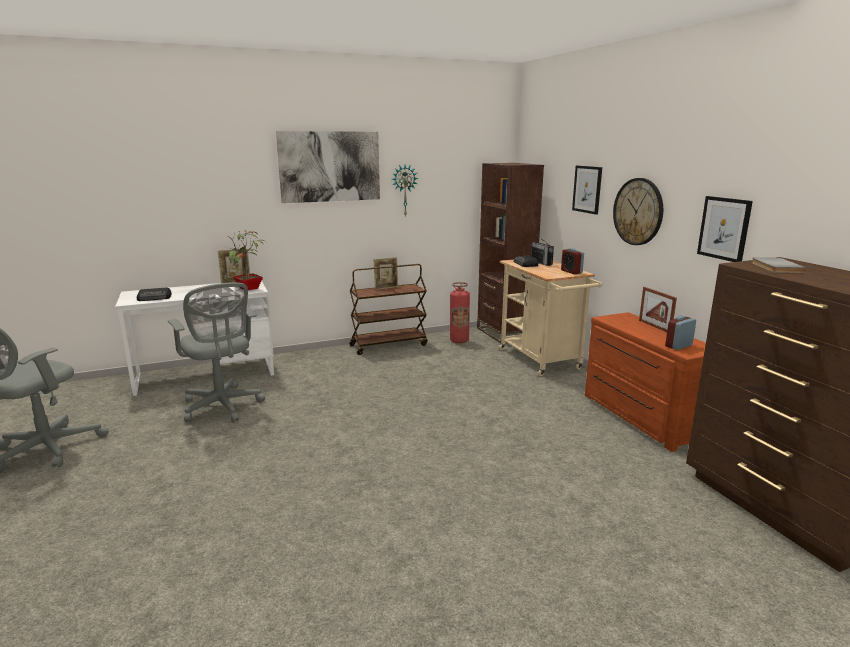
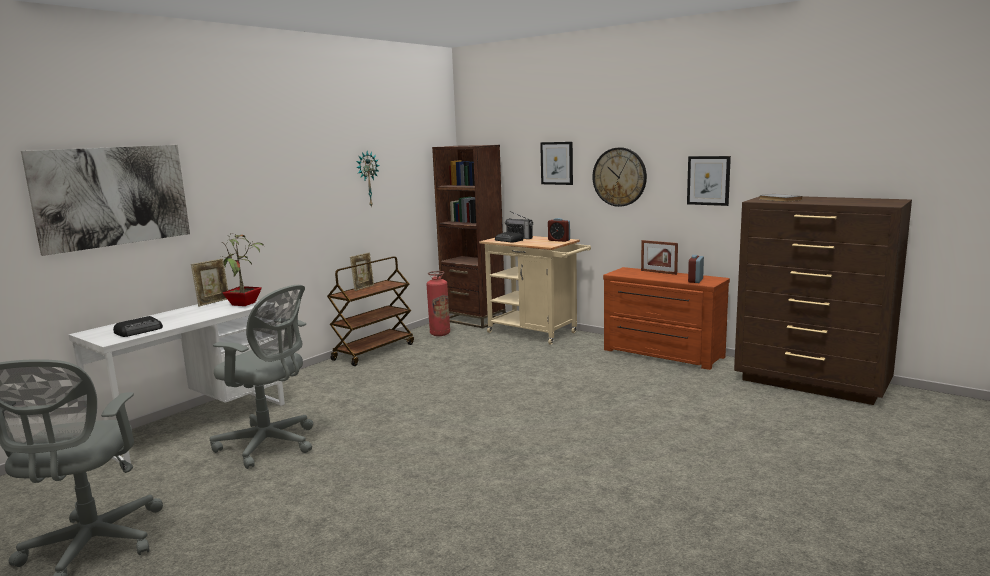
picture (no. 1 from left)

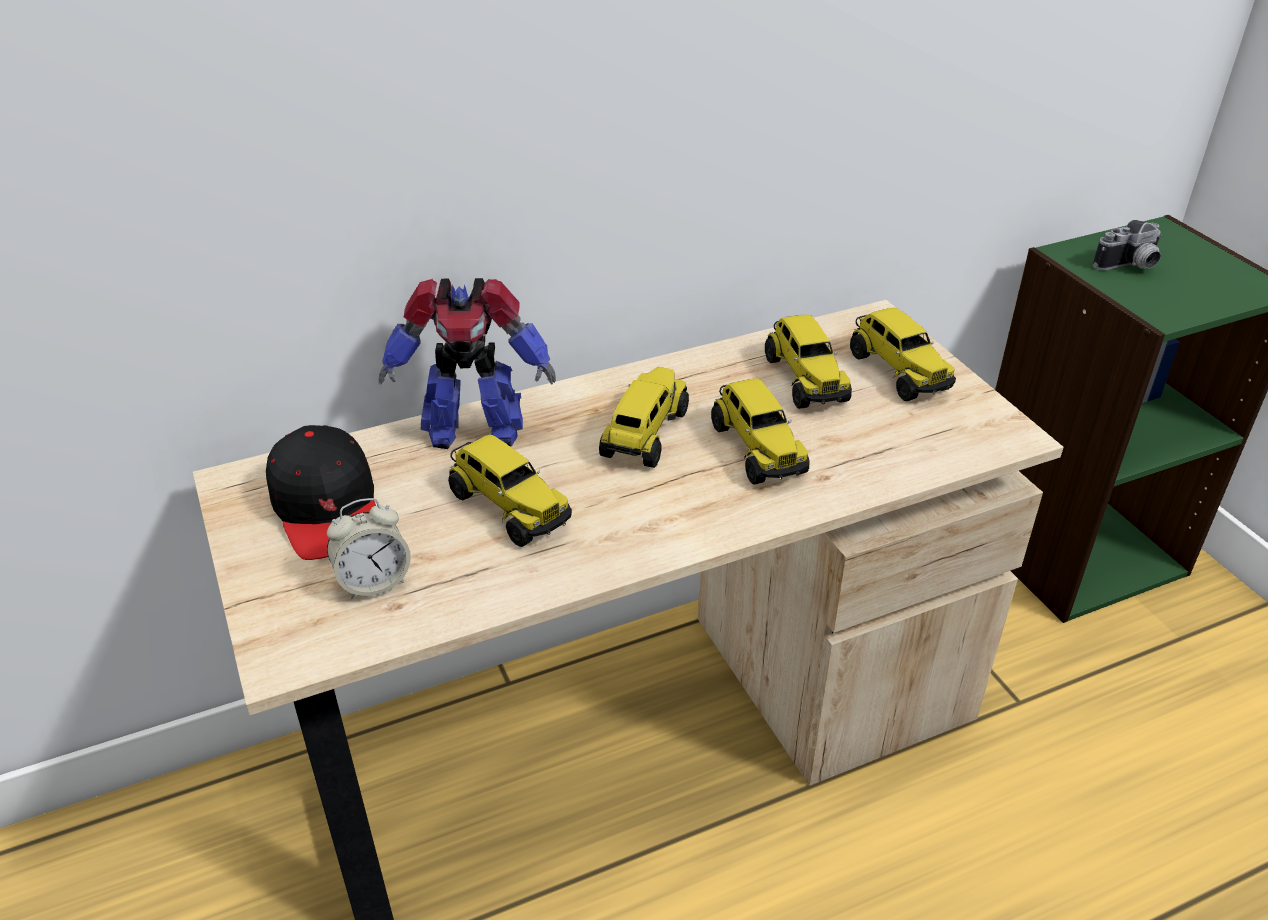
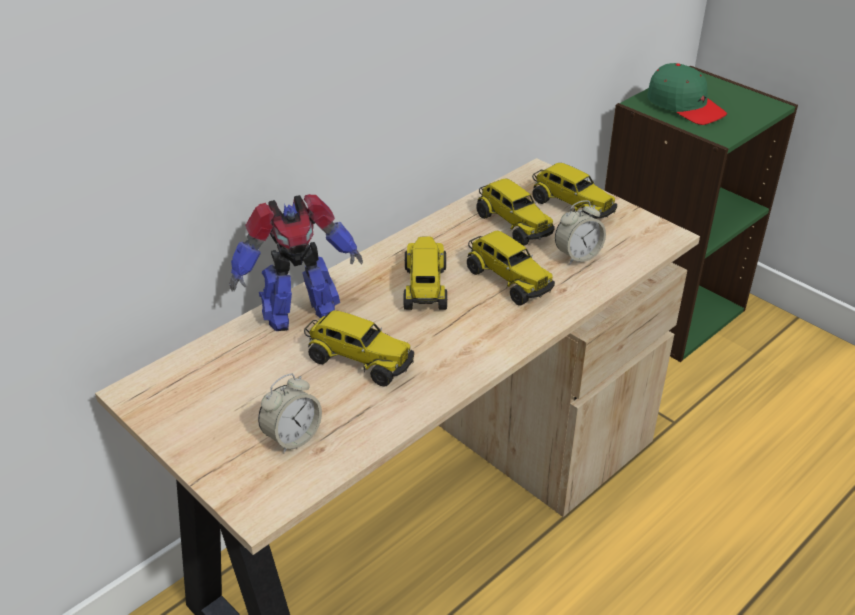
cap (black); cap (green); alarm clock (no. 2 from left)

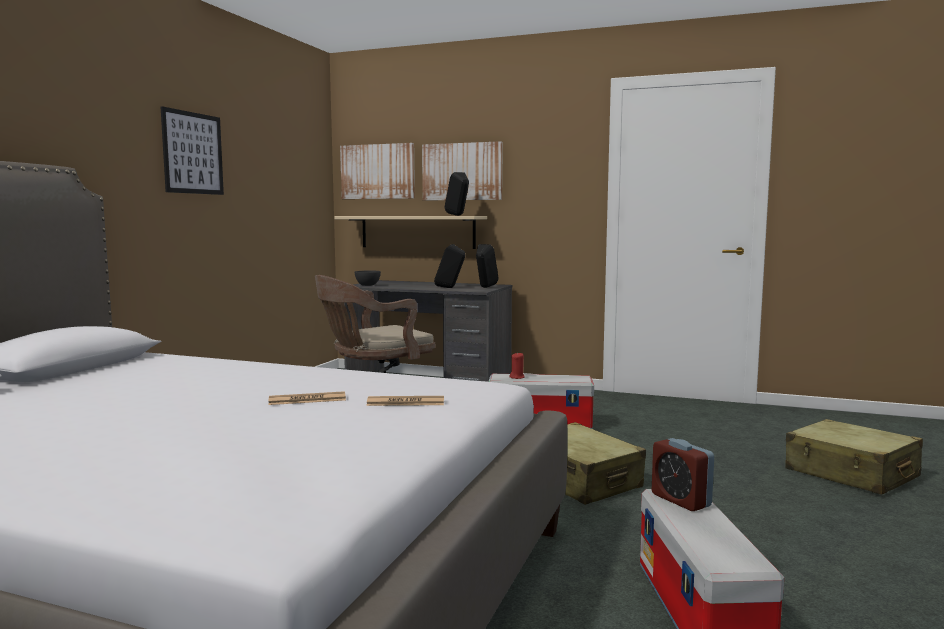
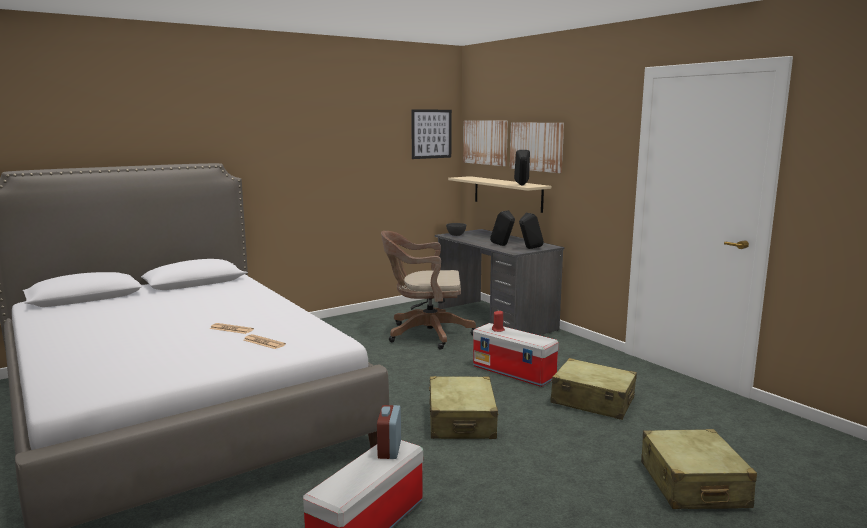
picture (no. 1 from left); suitcase (beige) (no. 2 from left)

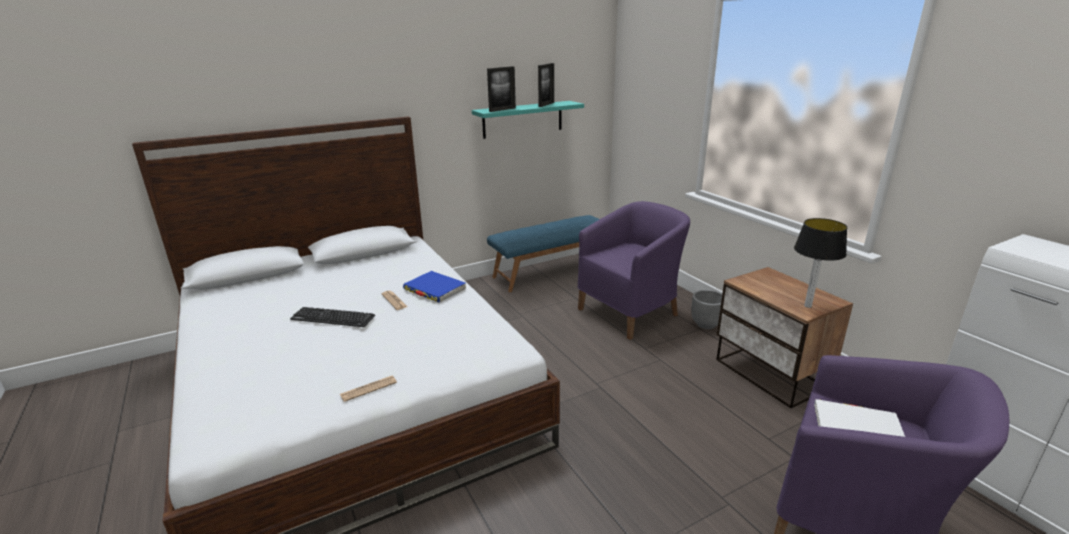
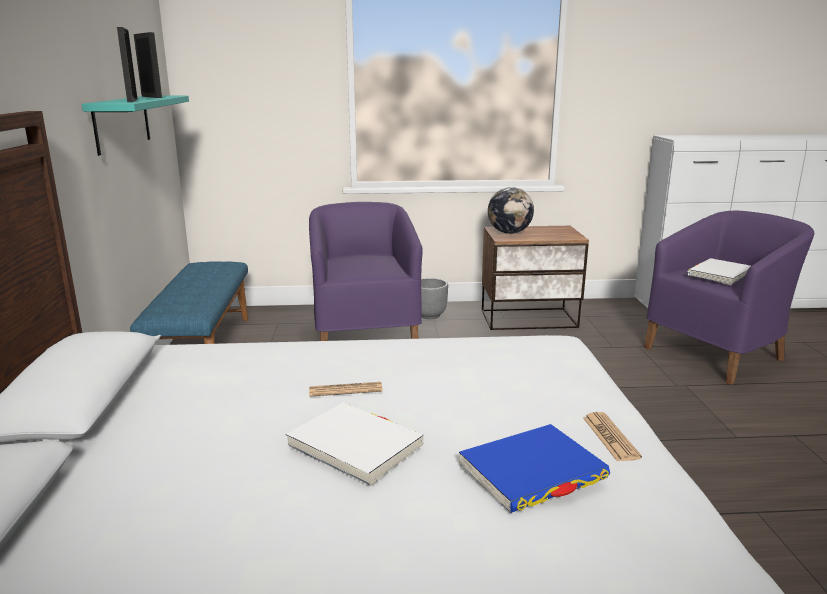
book (white) (no. 1 from left); book (blue); table lamp; globe

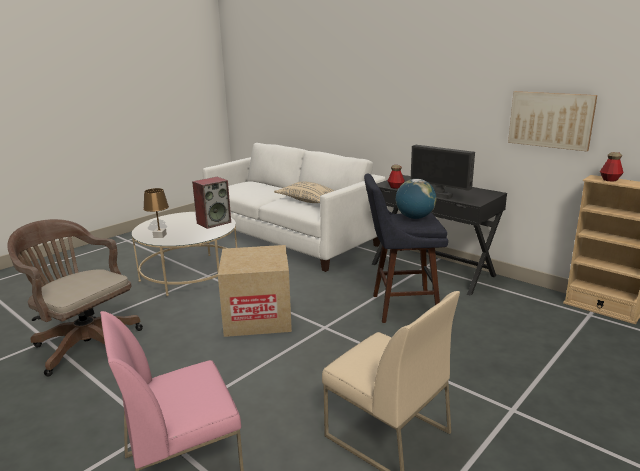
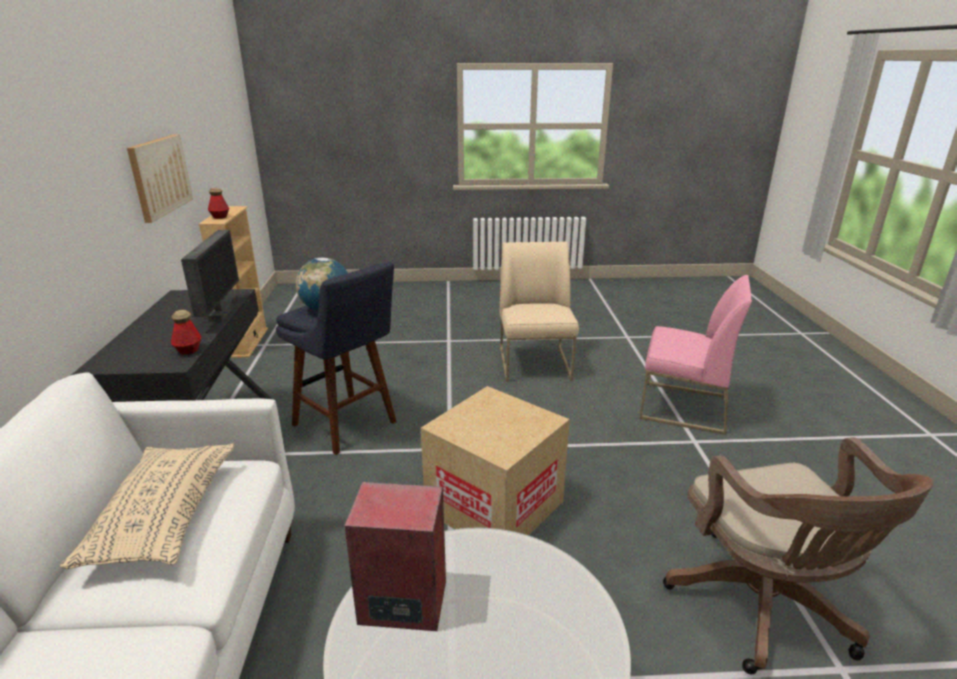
table lamp (brown)

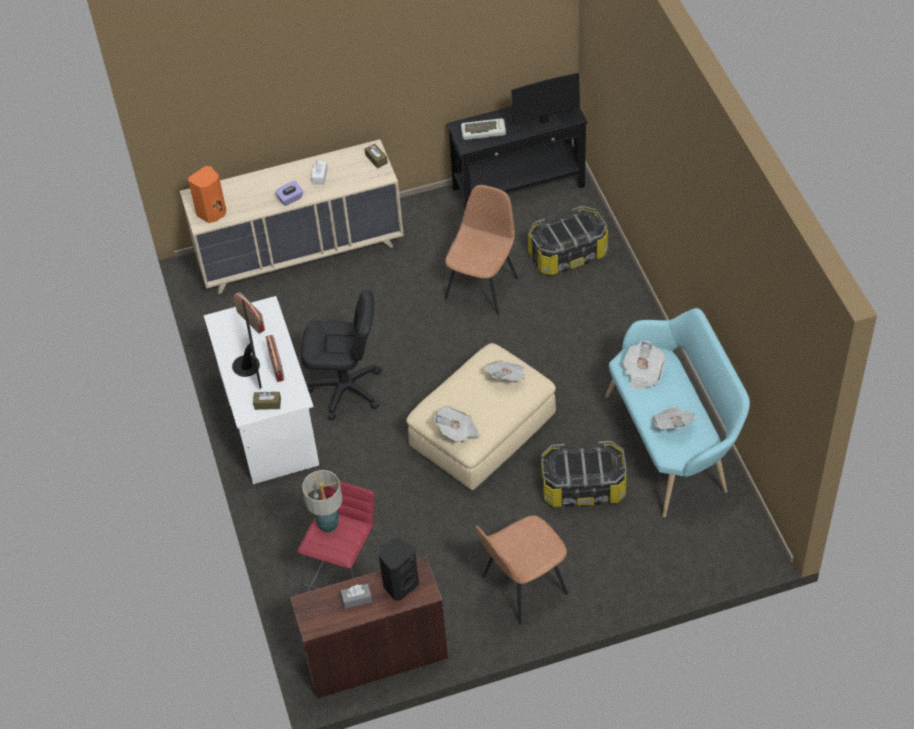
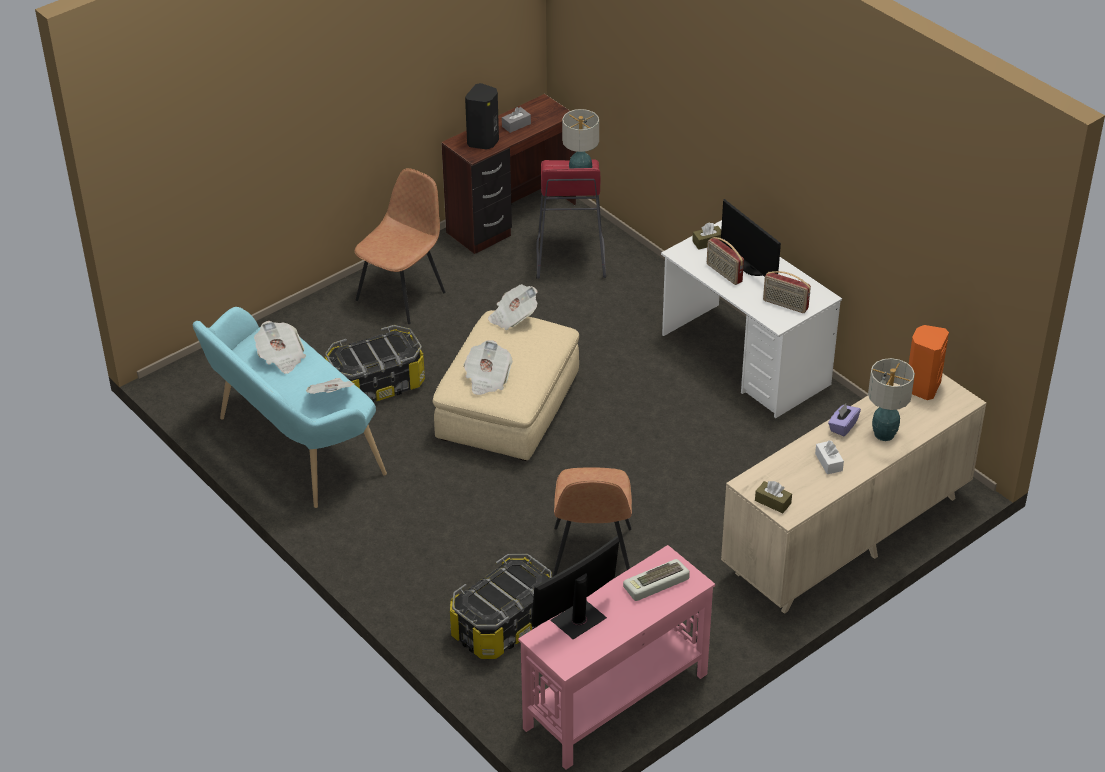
office chair (black); console table (pink); table lamp (no. 2 from left)

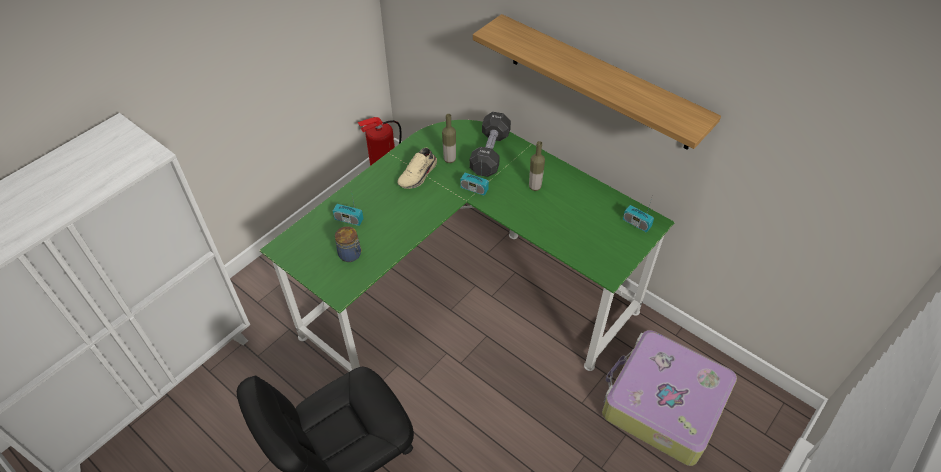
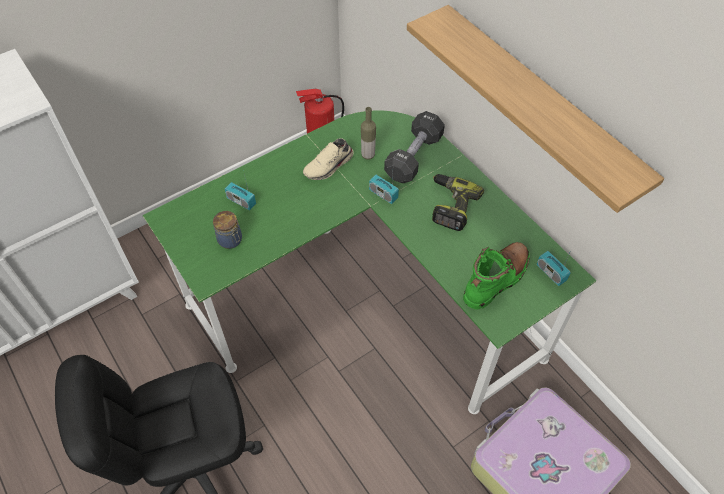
power drill; boot (green)

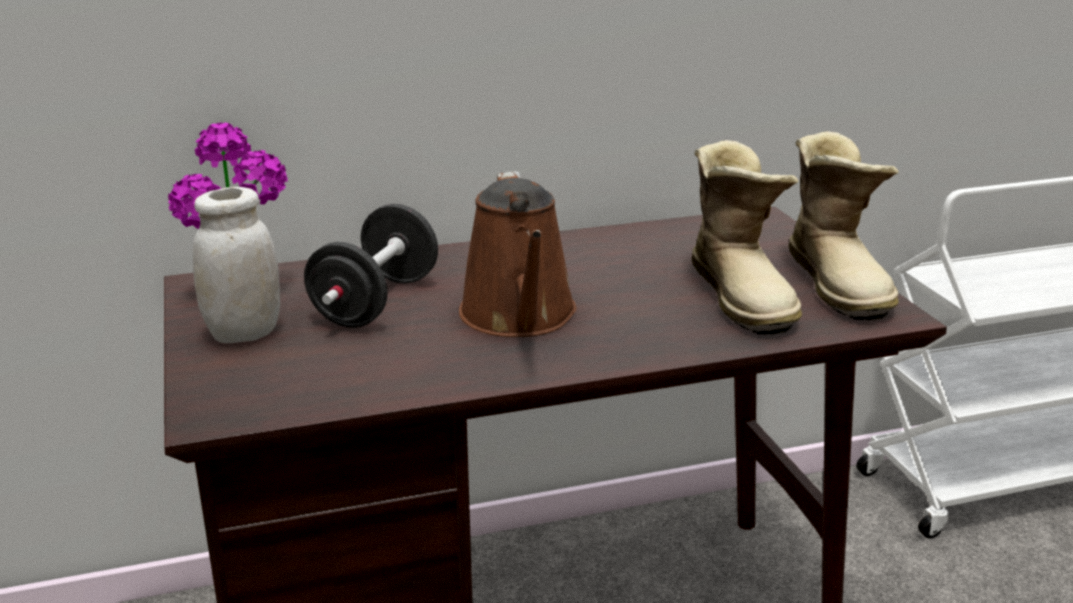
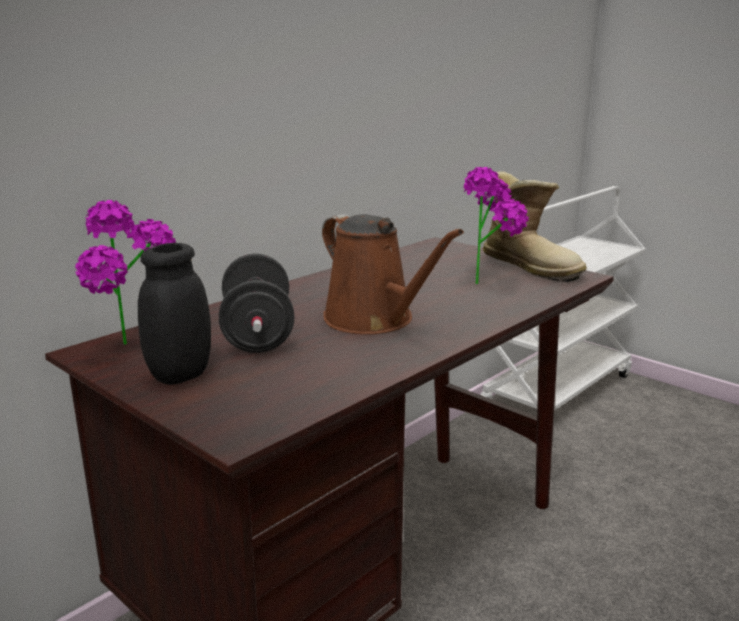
jar (black); potted plant (no. 2 from left)

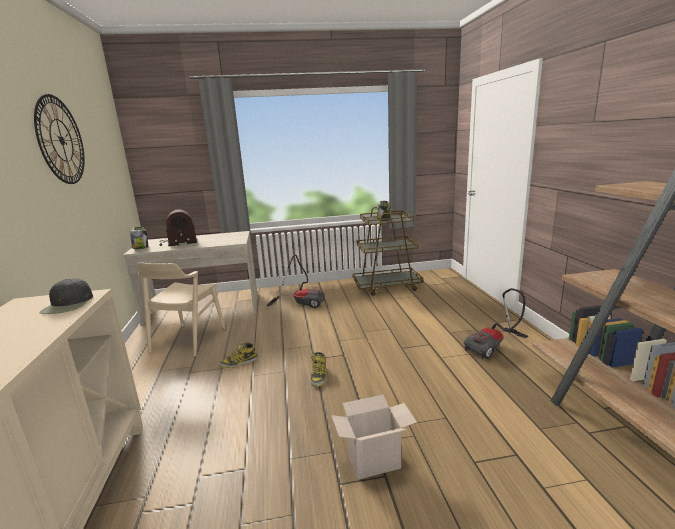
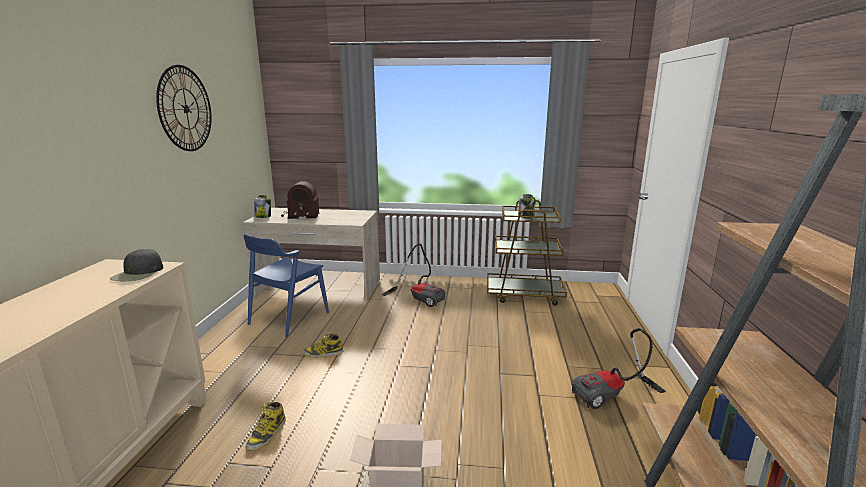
chair (blue); boot (no. 1 from left)

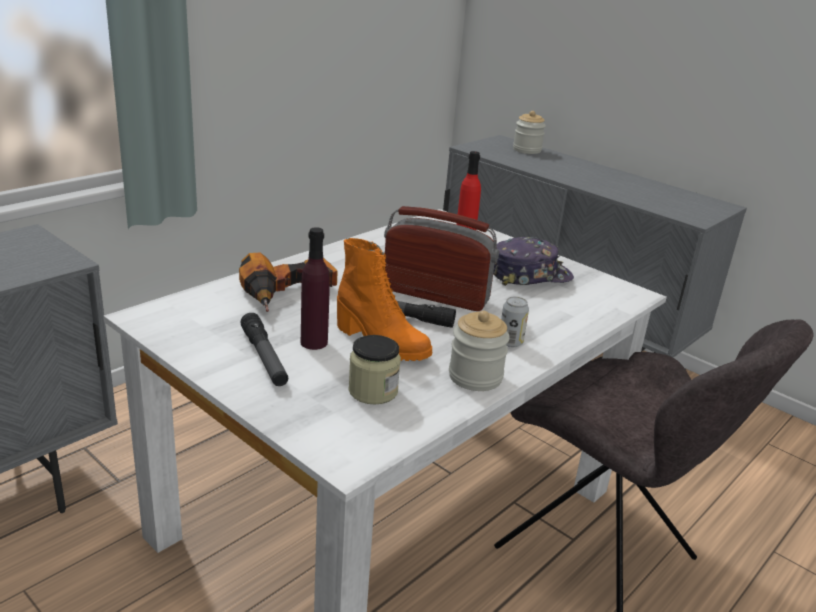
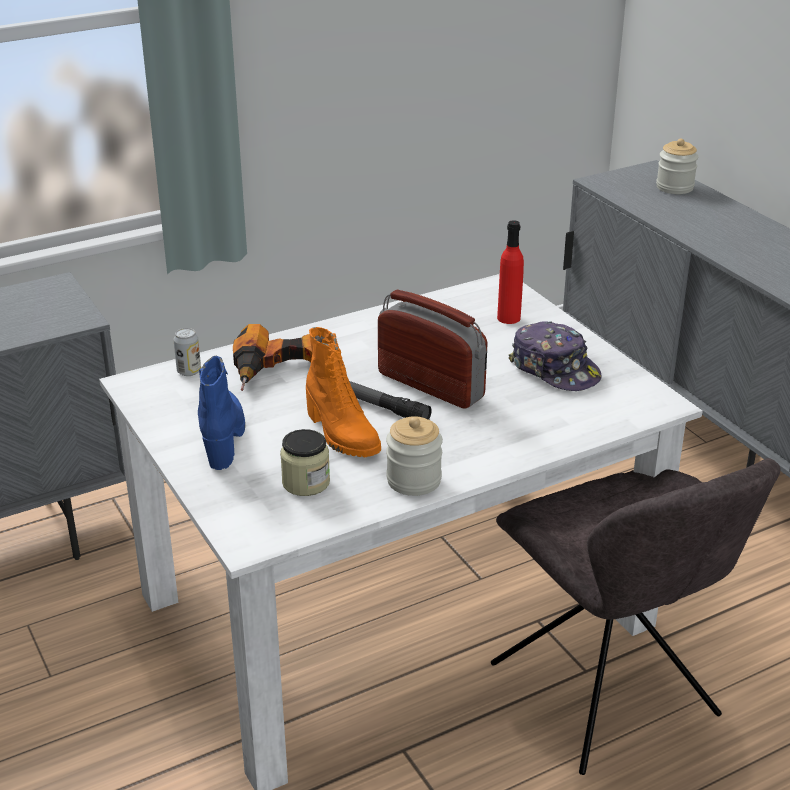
boot (blue); bottle (purple); cap; can

